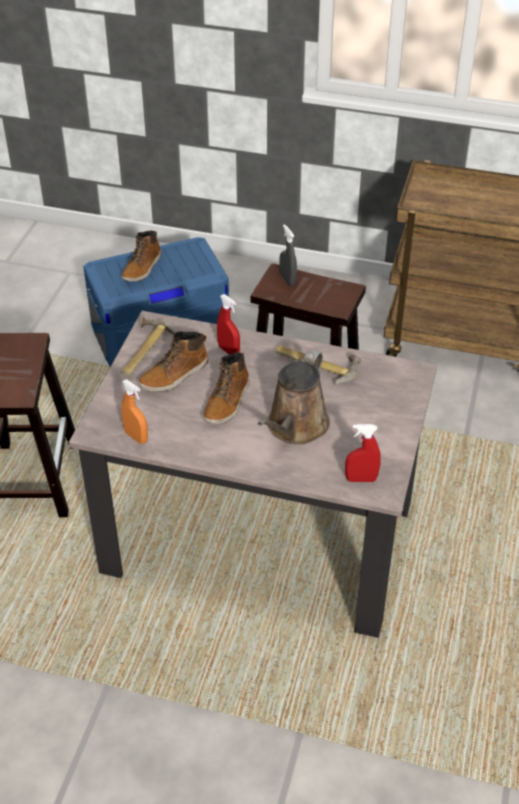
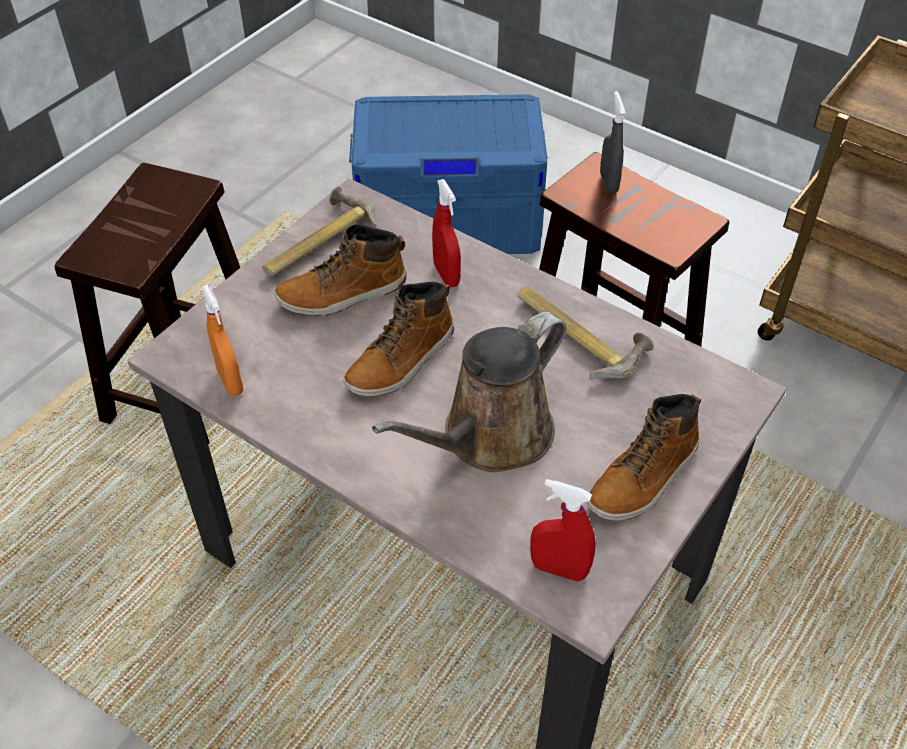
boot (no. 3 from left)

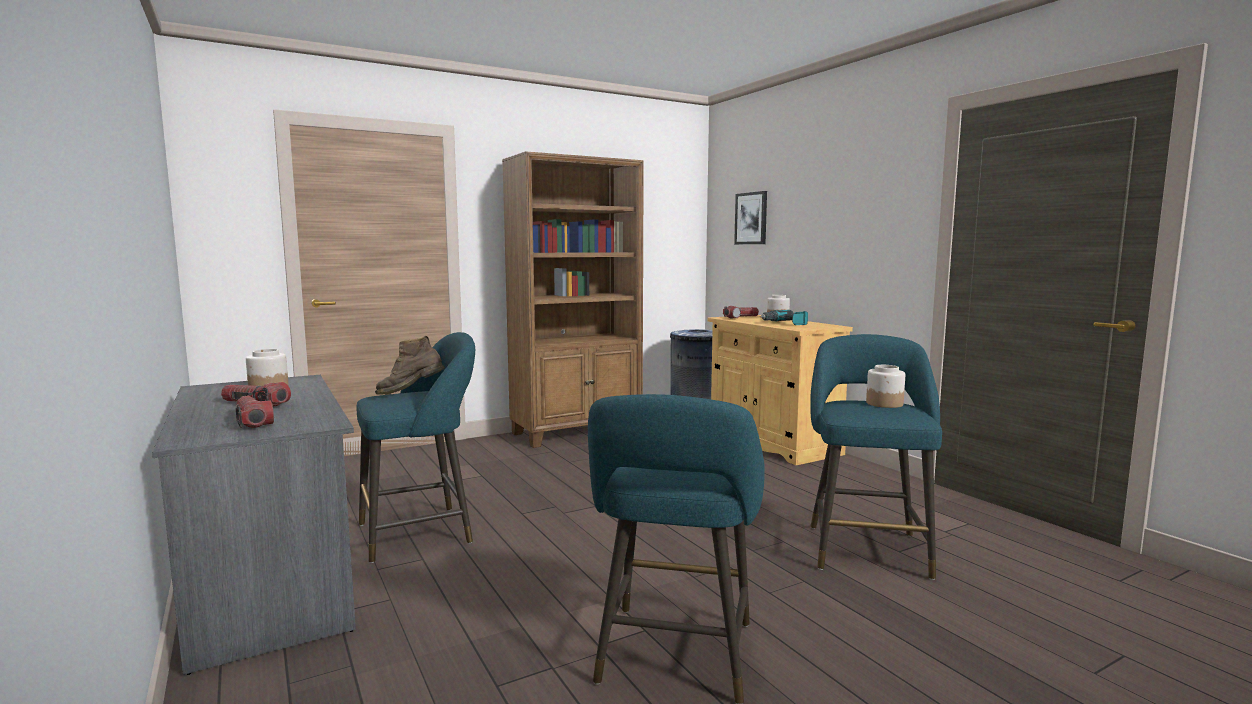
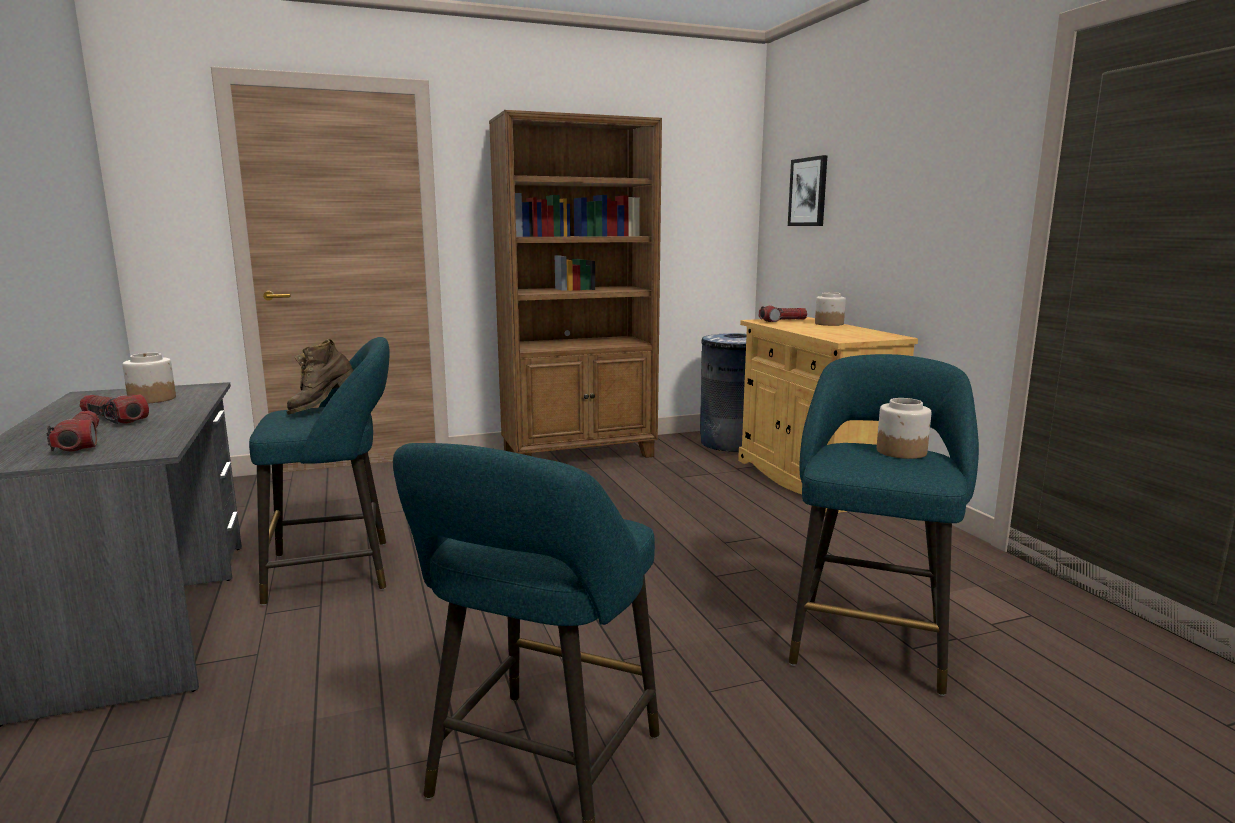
boot (brown); power drill

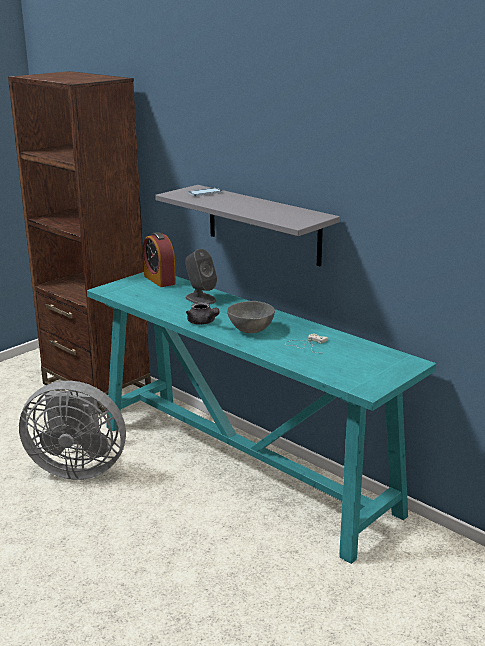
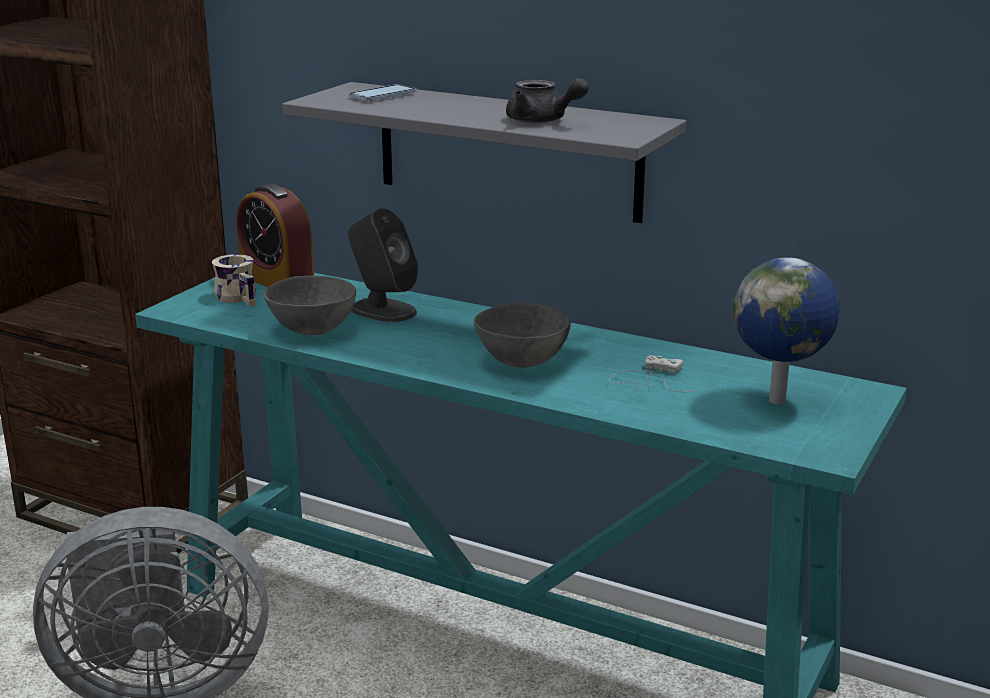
teapot (grey); mug (beige); bowl (grey) (no. 1 from left); globe

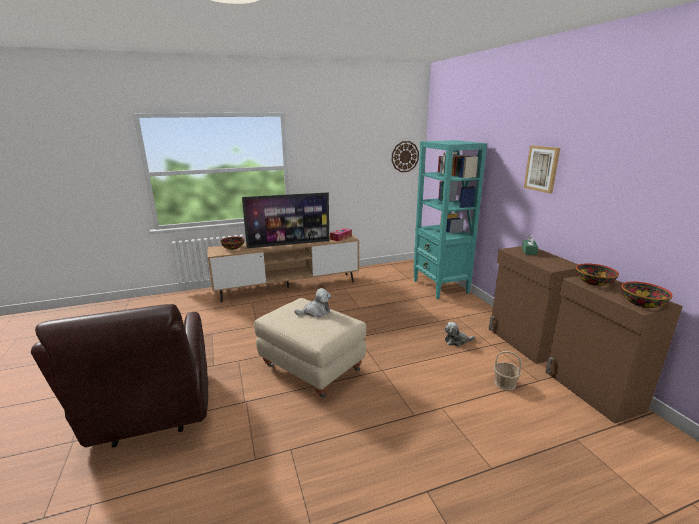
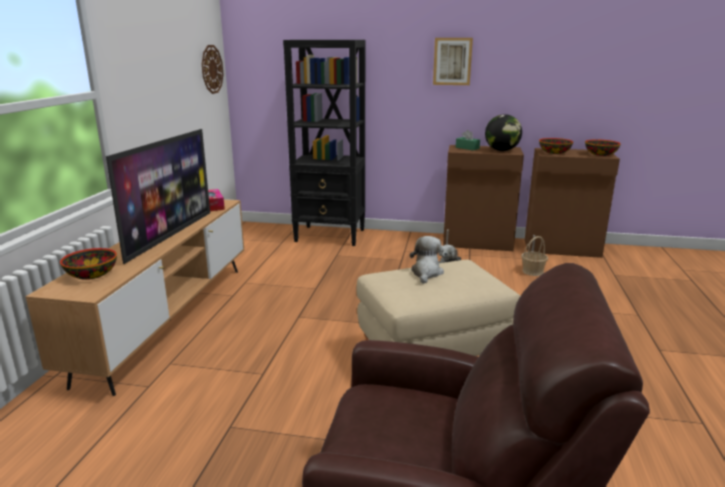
bookcase (black); globe

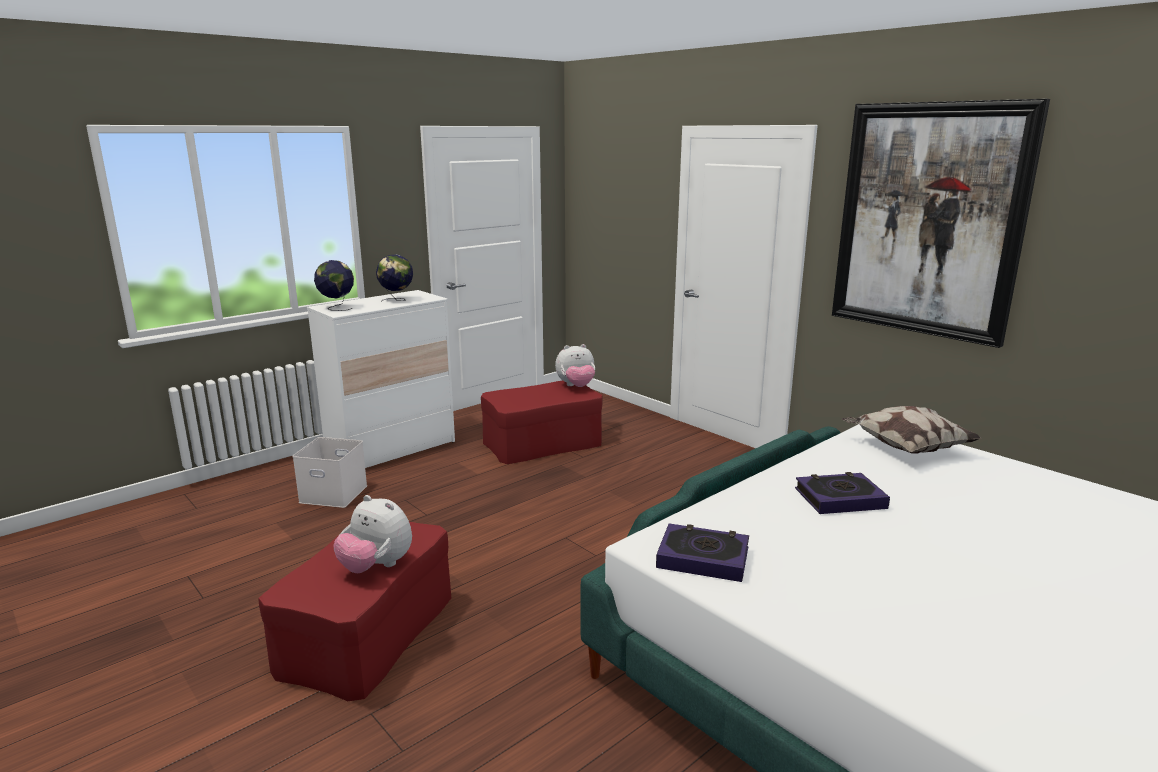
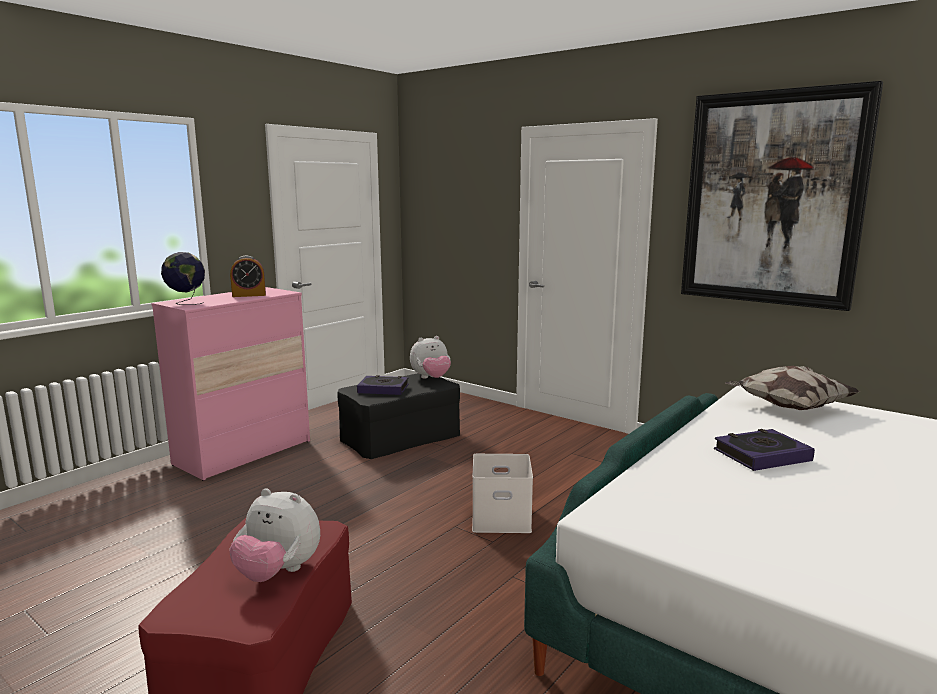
storage box (white); dresser (pink); alarm clock; ottoman (black); book (no. 1 from left)

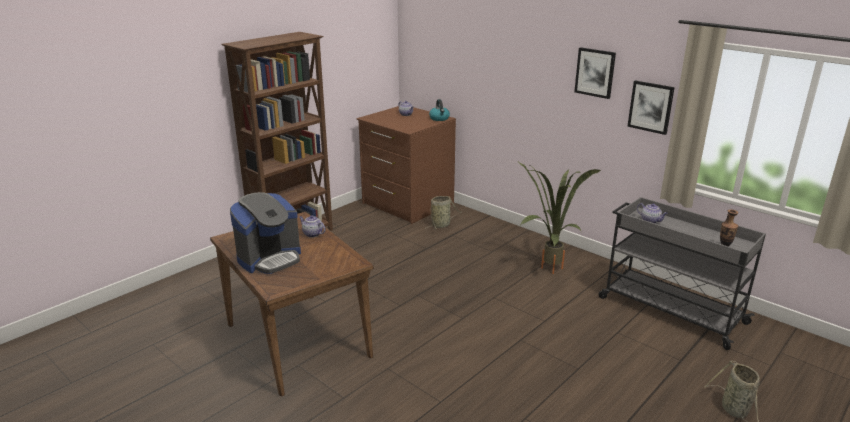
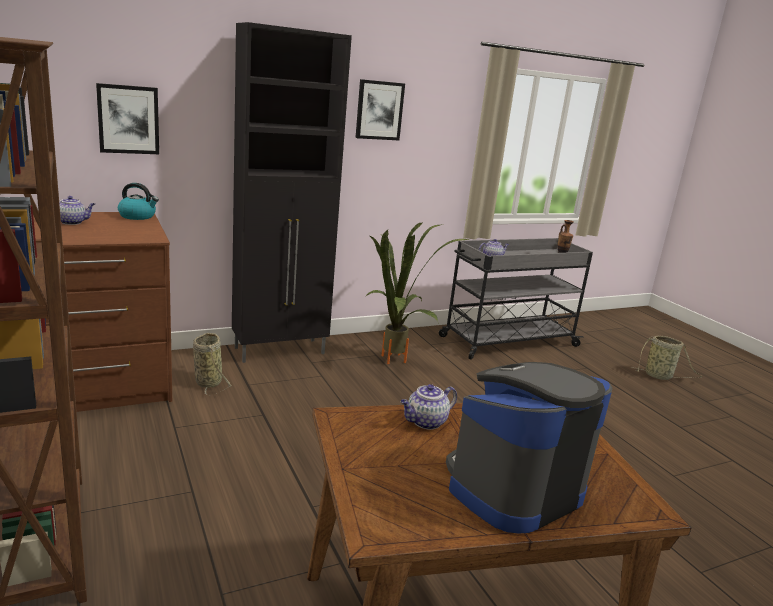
coffee machine; picture (no. 1 from left); cabinet (black)

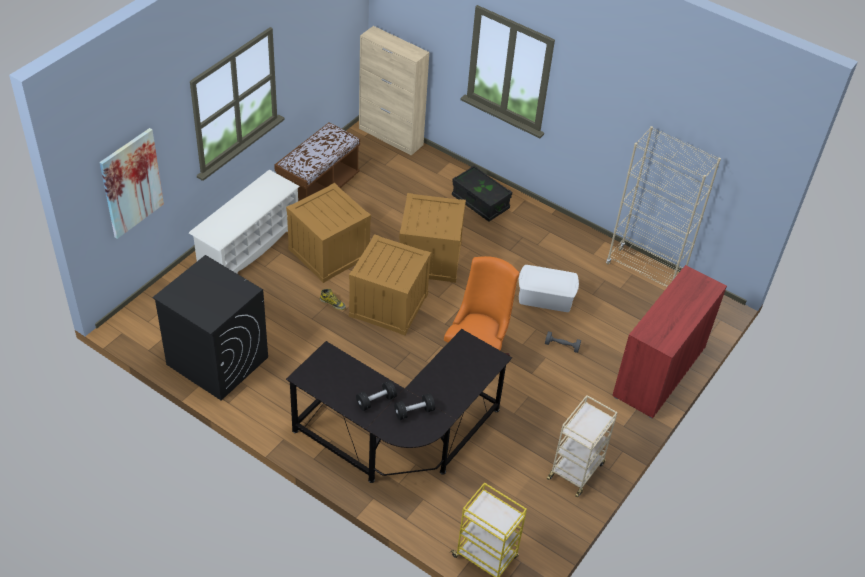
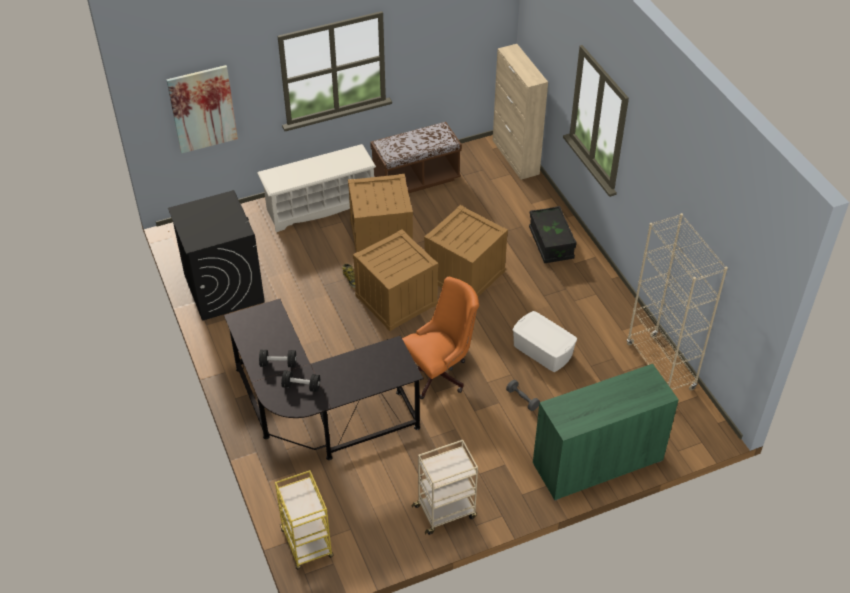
cabinet (green)

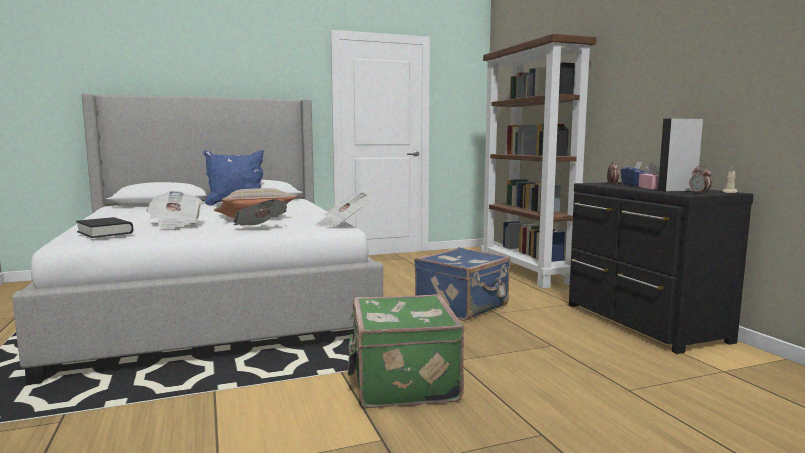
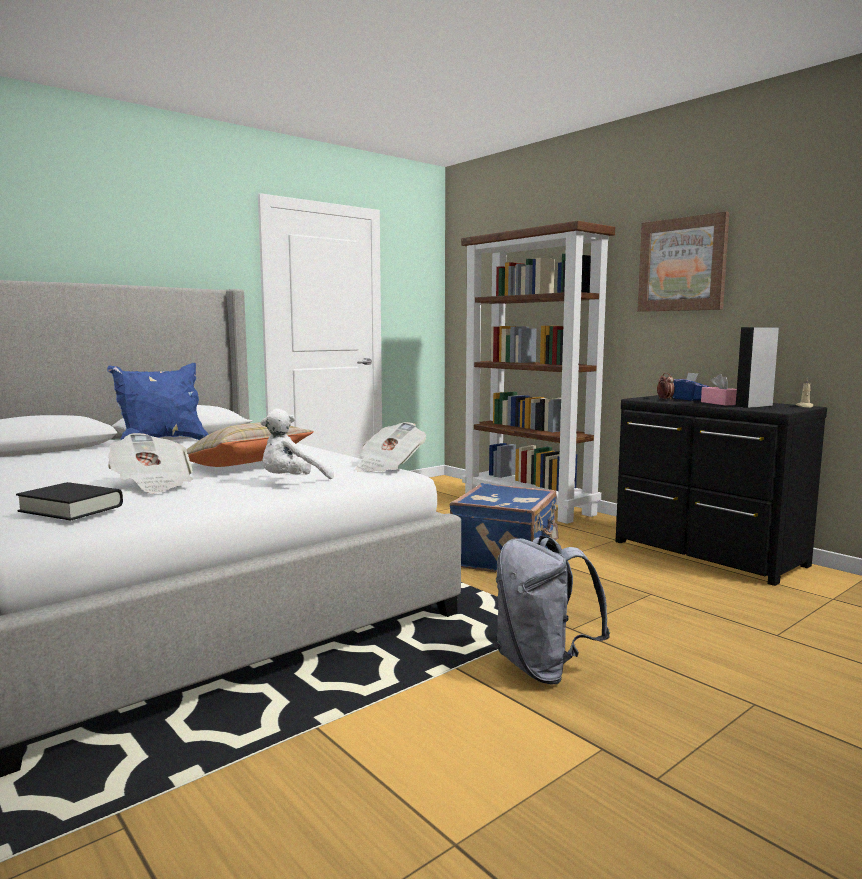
plush toy (white); backpack (grey); alarm clock (no. 2 from left in the first image); picture

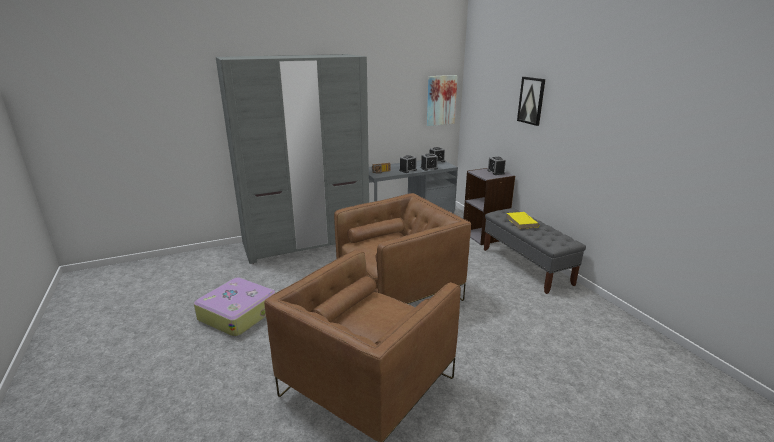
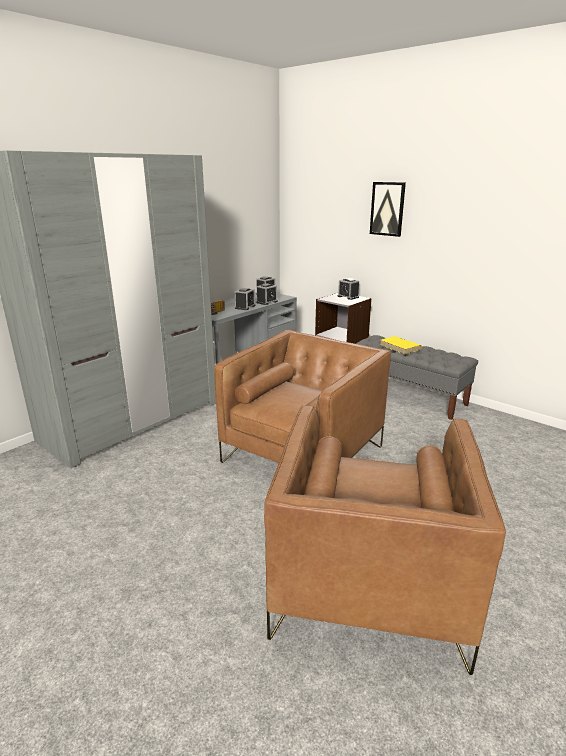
suitcase; picture (no. 1 from left in the first image)

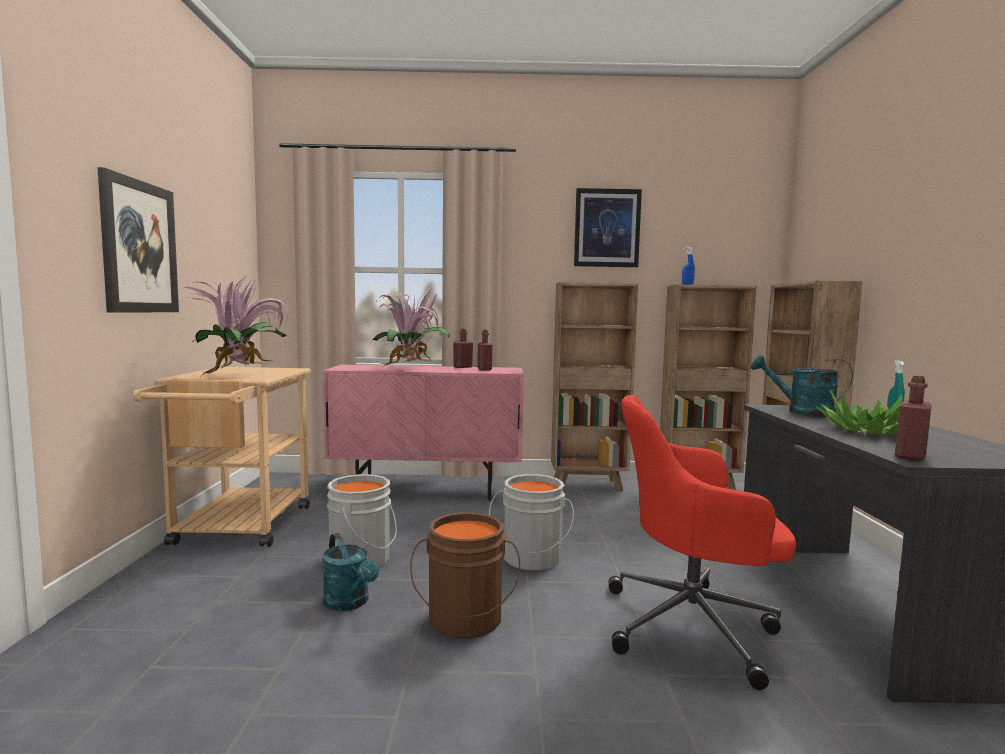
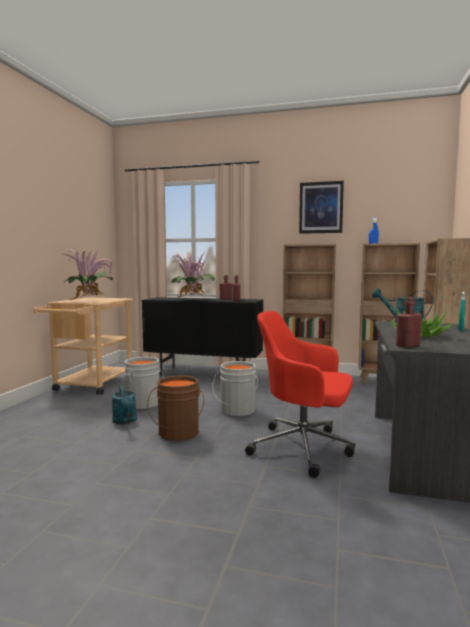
picture (no. 1 from left in the first image); cabinet (black)

